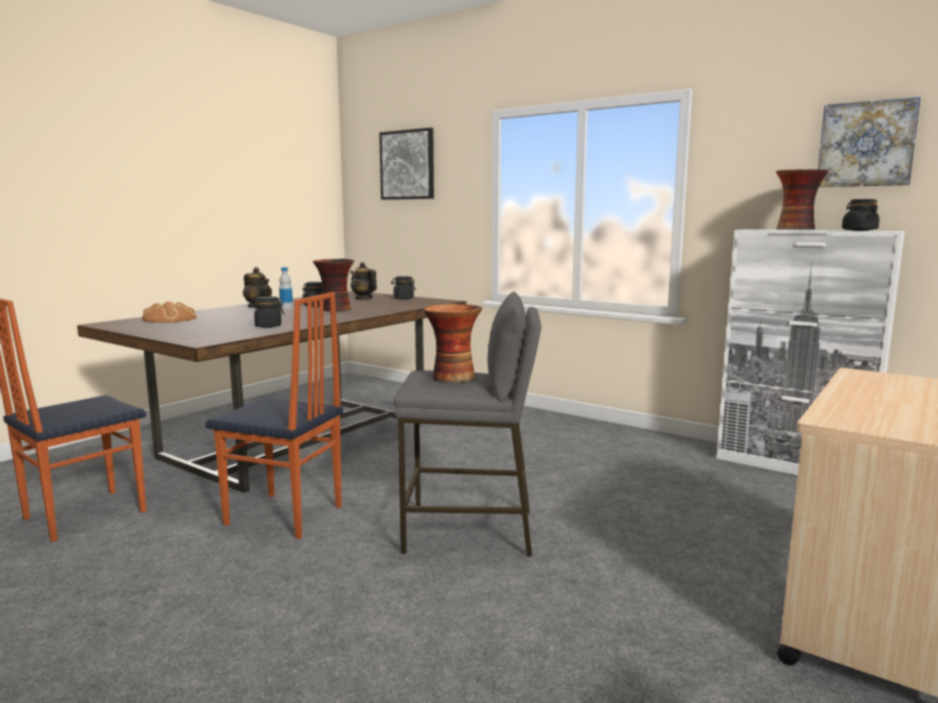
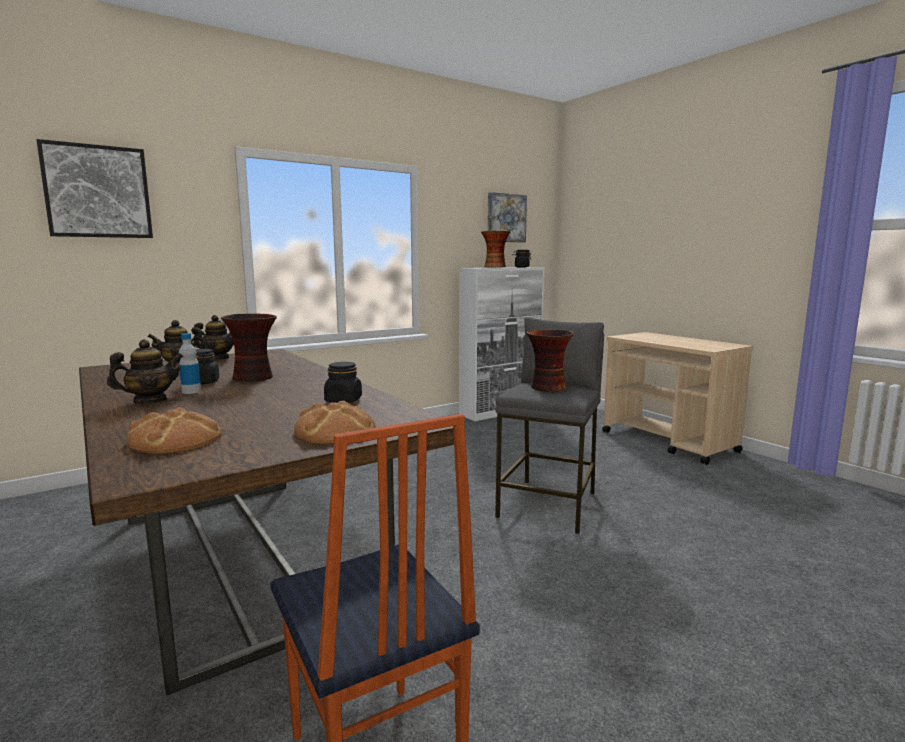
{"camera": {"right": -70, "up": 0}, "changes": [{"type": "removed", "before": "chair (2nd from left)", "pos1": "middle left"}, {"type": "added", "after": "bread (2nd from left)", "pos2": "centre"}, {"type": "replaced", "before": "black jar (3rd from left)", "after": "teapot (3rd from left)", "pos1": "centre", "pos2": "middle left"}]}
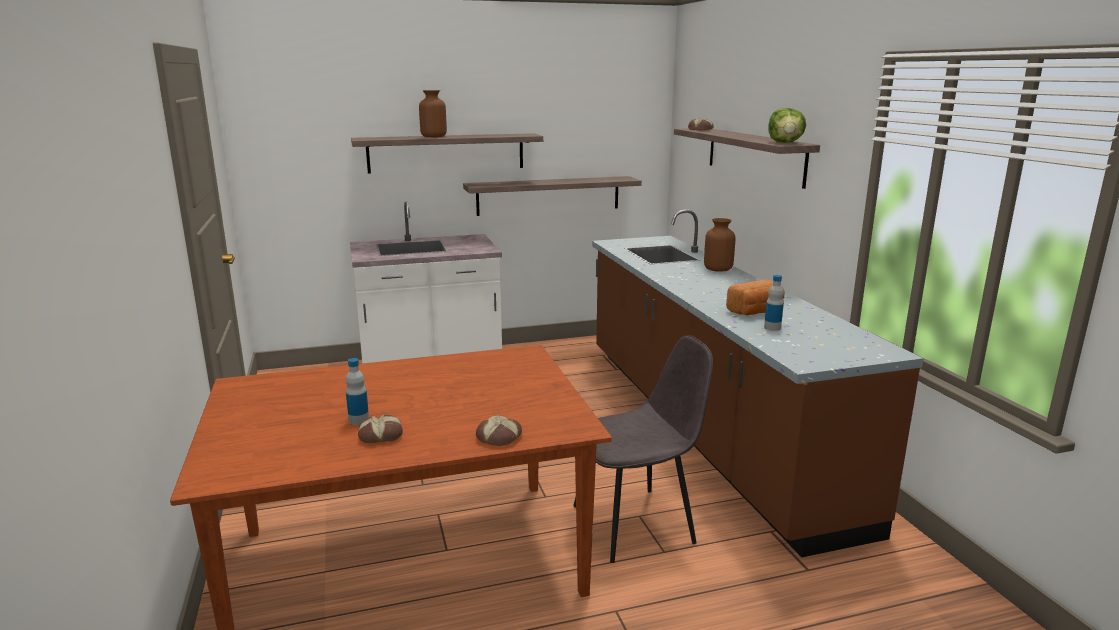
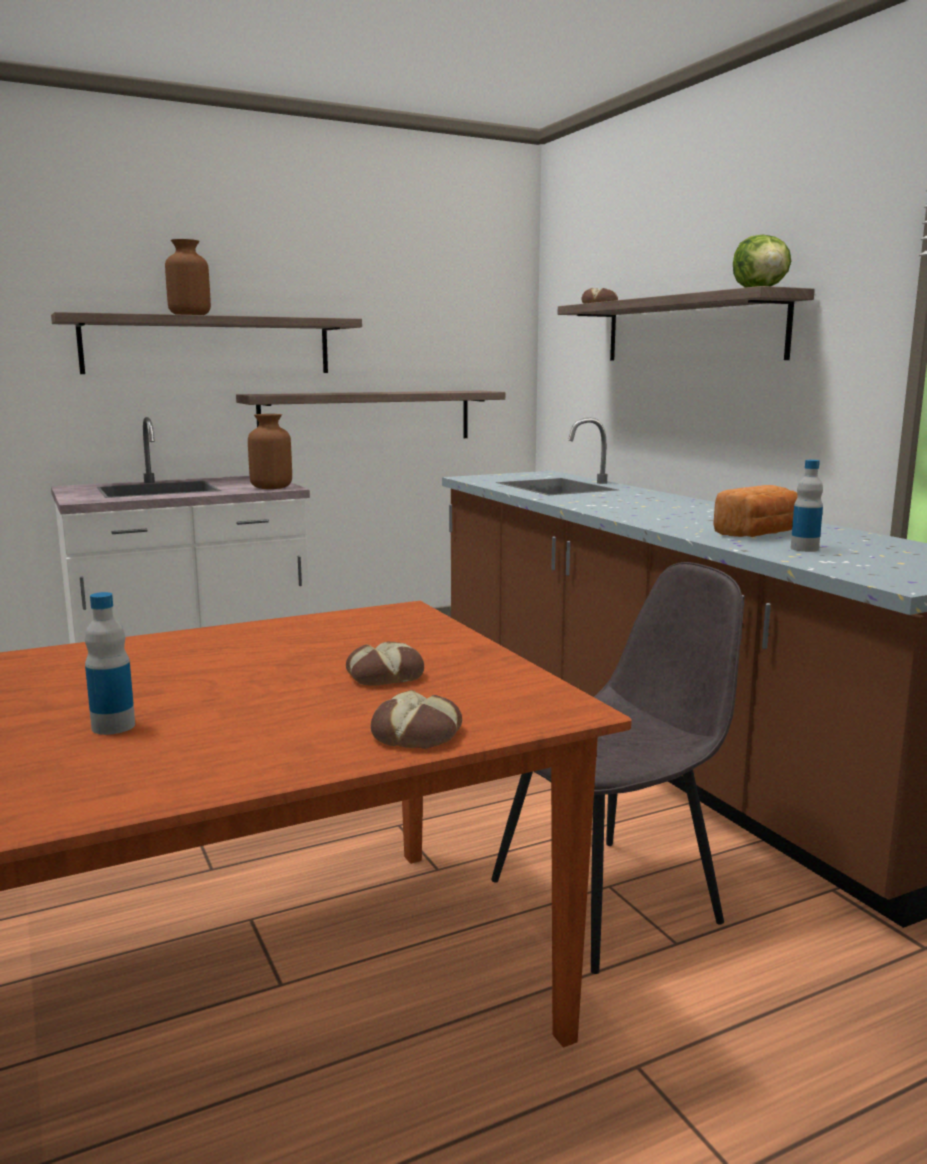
{"camera": {"right": -10, "up": -5}, "changes": [{"type": "moved", "before": "bread (1st from left)", "pos1": "bottom centre", "pos2": "centre"}, {"type": "moved", "before": "brown vase (2nd from left)", "pos1": "centre", "pos2": "middle left"}]}
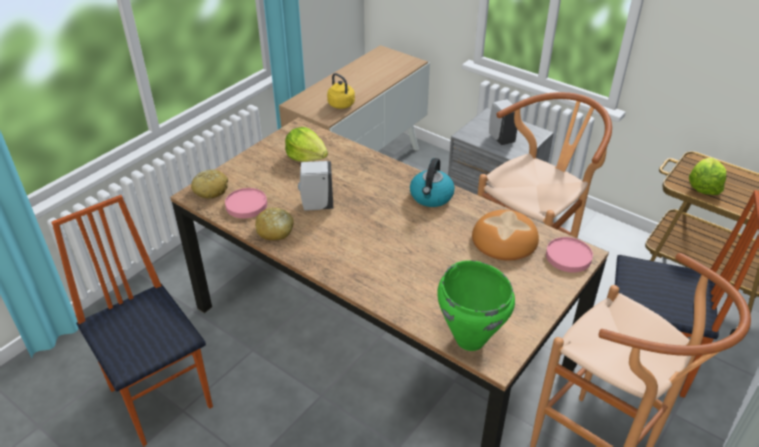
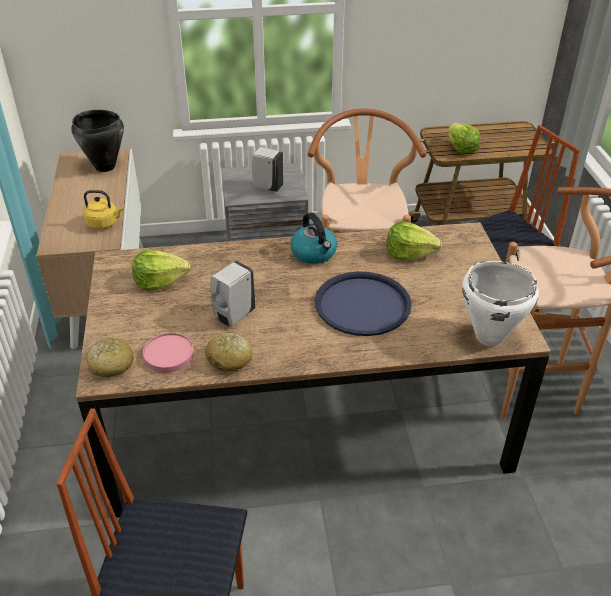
{"camera": {"right": -45, "up": 0}, "changes": [{"type": "removed", "before": "pink plate (2nd from left)", "pos1": "middle right"}, {"type": "added", "after": "black cooking pot", "pos2": "top left"}, {"type": "added", "after": "blue tray", "pos2": "centre"}, {"type": "replaced", "before": "bread (3rd from left)", "after": "lettuce (2nd from left)", "pos1": "centre", "pos2": "middle right"}, {"type": "recoloured", "before": "green cooking pot", "after": "white cooking pot", "pos1": "bottom centre", "pos2": "middle right"}]}
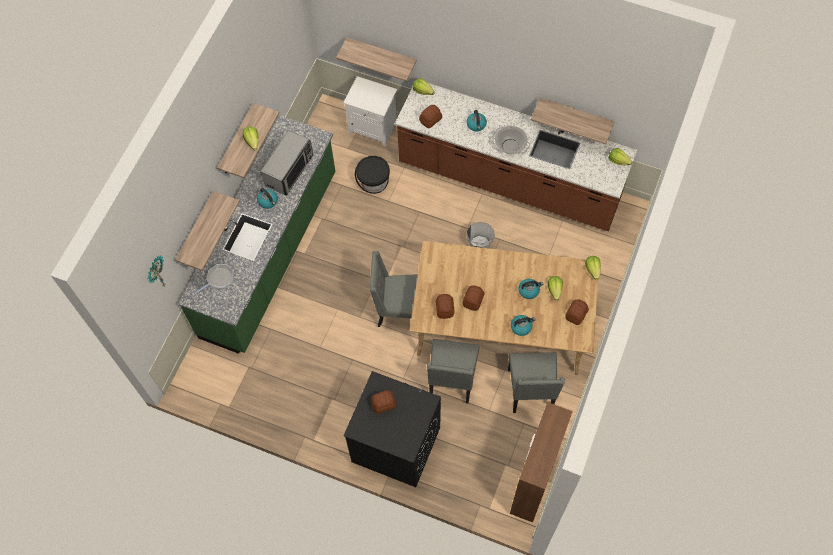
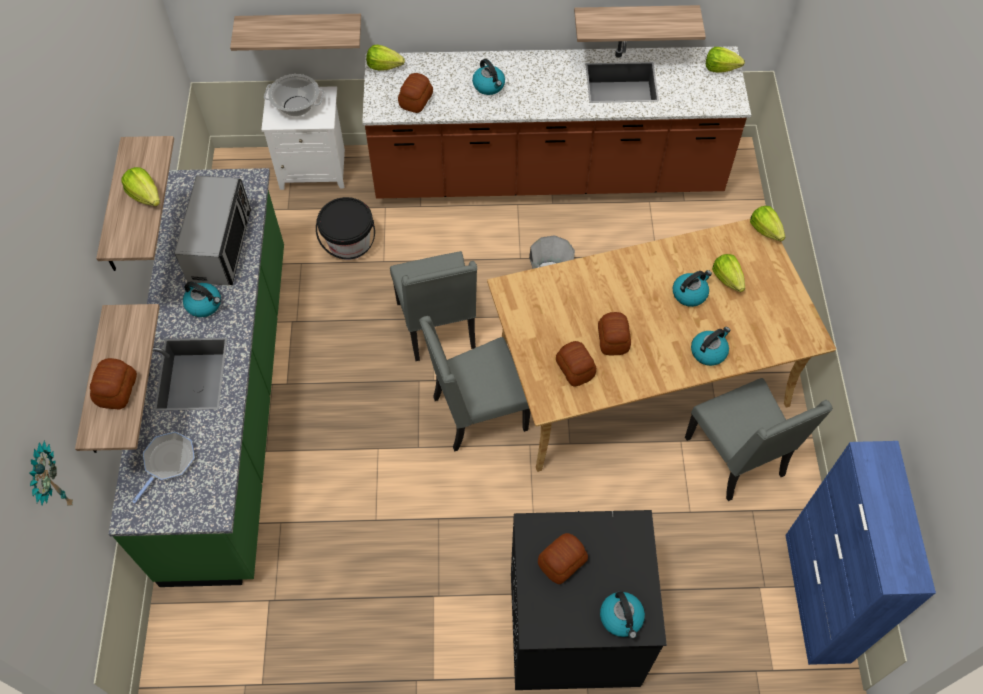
{"camera": {"right": -25, "up": -5}, "changes": [{"type": "added", "after": "kettle (3rd from left)", "pos2": "bottom centre"}, {"type": "moved", "before": "grey chair (2nd from left in the first image)", "after": "grey chair (1st from left)", "pos1": "bottom centre", "pos2": "centre"}, {"type": "moved", "before": "cooking pot", "pos1": "top centre", "pos2": "top left"}, {"type": "moved", "before": "bread (5th from left in the first image)", "after": "bread (1st from left)", "pos1": "middle right", "pos2": "middle left"}, {"type": "recoloured", "before": "brown cabinet", "after": "blue cabinet", "pos1": "bottom centre", "pos2": "bottom right"}]}
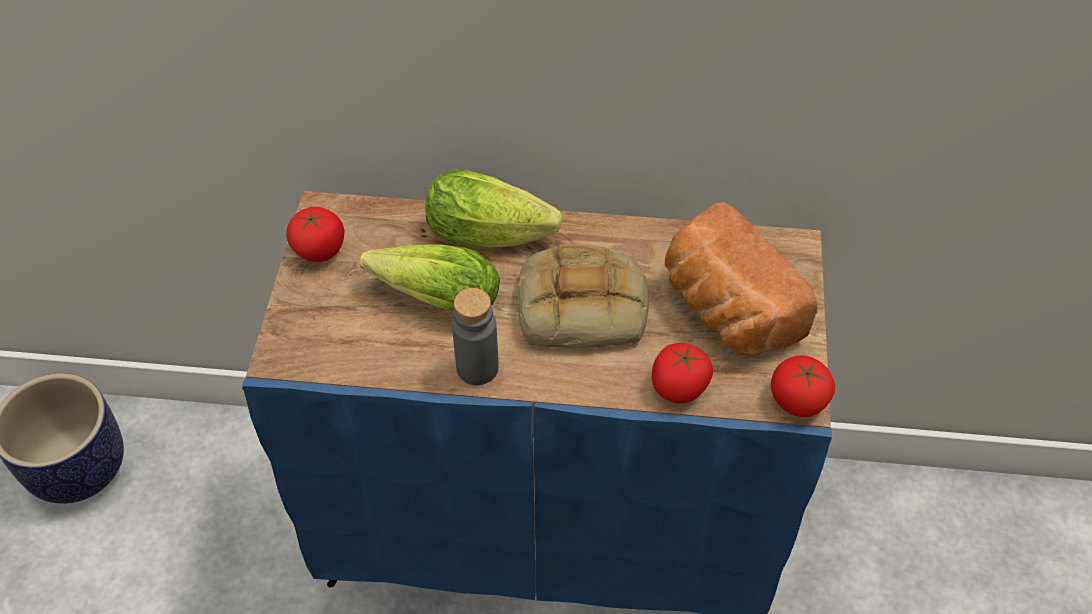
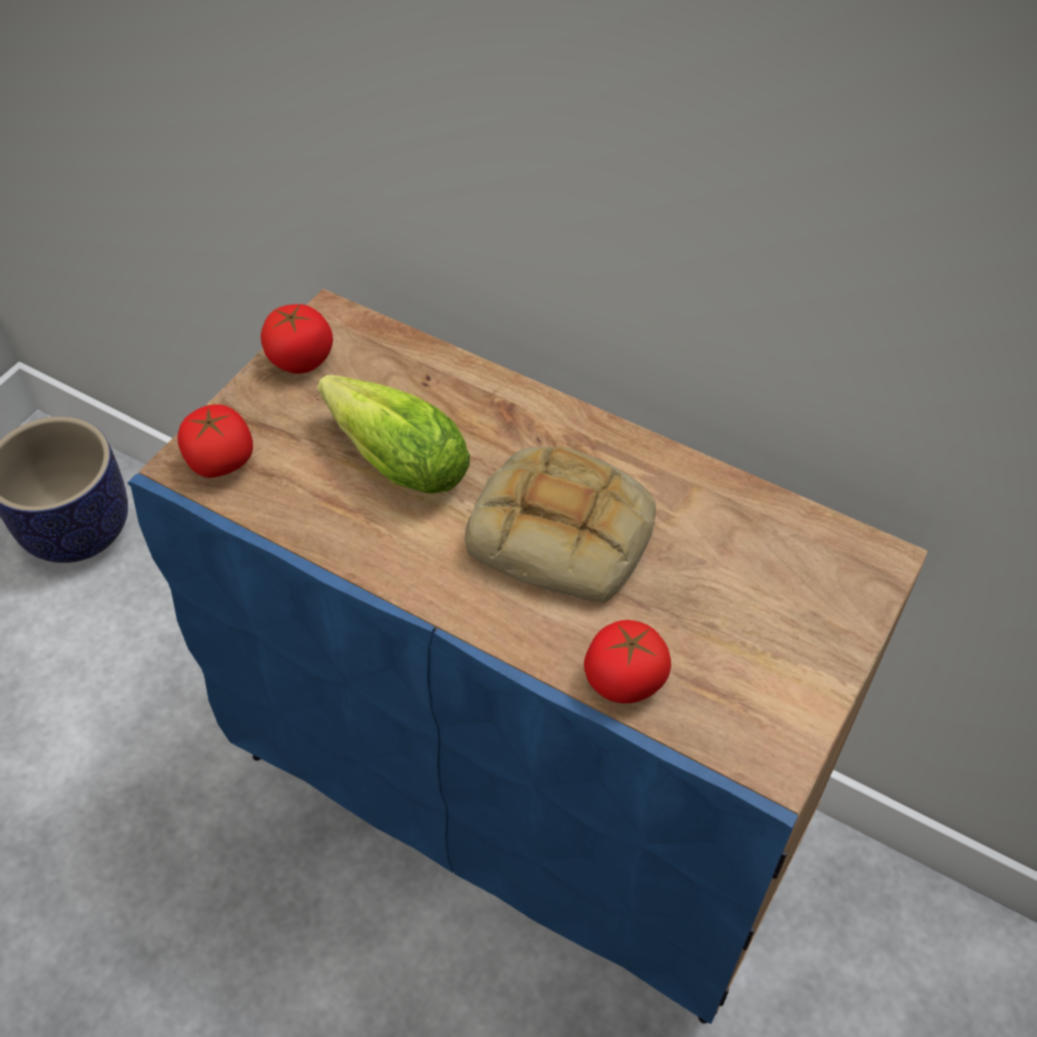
{"camera": {"right": 25, "up": 0}, "changes": [{"type": "removed", "before": "lettuce (2nd from left)", "pos1": "centre"}, {"type": "removed", "before": "grey bottle", "pos1": "centre"}, {"type": "removed", "before": "bread (2nd from left)", "pos1": "middle right"}, {"type": "moved", "before": "tomato (3rd from left in the first image)", "after": "tomato (1st from left)", "pos1": "middle right", "pos2": "middle left"}]}
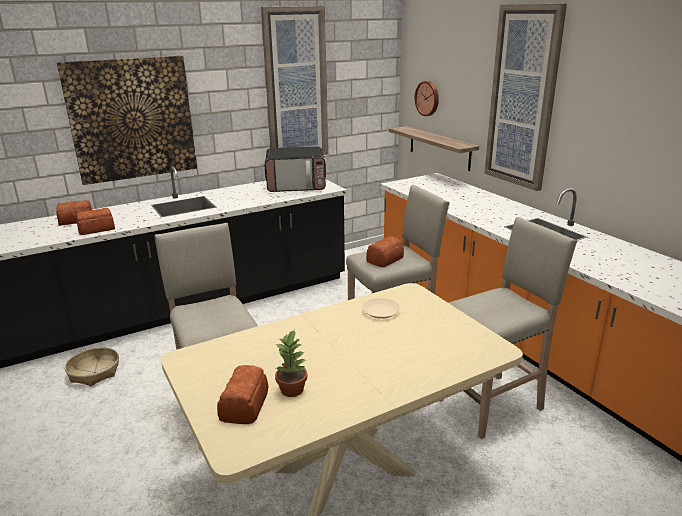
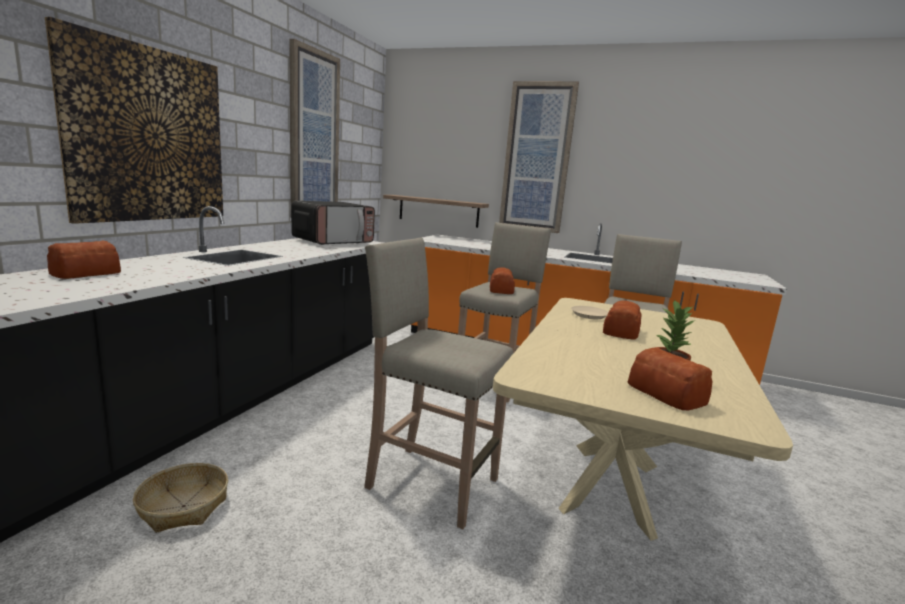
{"camera": {"right": -40, "up": -10}, "changes": [{"type": "removed", "before": "wall clock", "pos1": "top centre"}, {"type": "moved", "before": "bread (2nd from left in the first image)", "after": "bread (3rd from left)", "pos1": "middle left", "pos2": "middle right"}]}
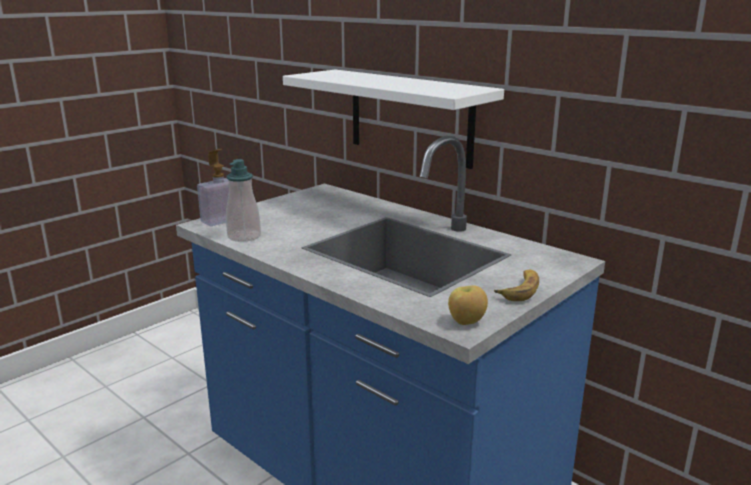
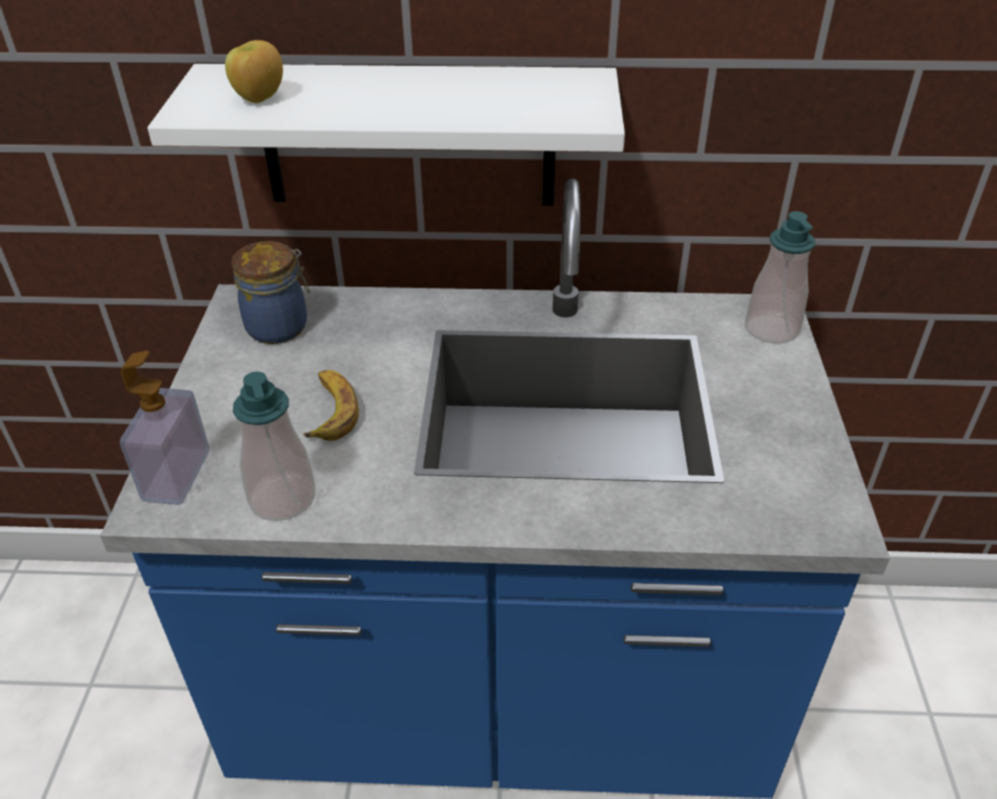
{"camera": {"right": -40, "up": 20}, "changes": [{"type": "added", "after": "jar", "pos2": "middle left"}, {"type": "added", "after": "soap dispenser (3rd from left)", "pos2": "middle right"}, {"type": "moved", "before": "apple", "pos1": "centre", "pos2": "top left"}, {"type": "moved", "before": "banana", "pos1": "middle right", "pos2": "middle left"}]}
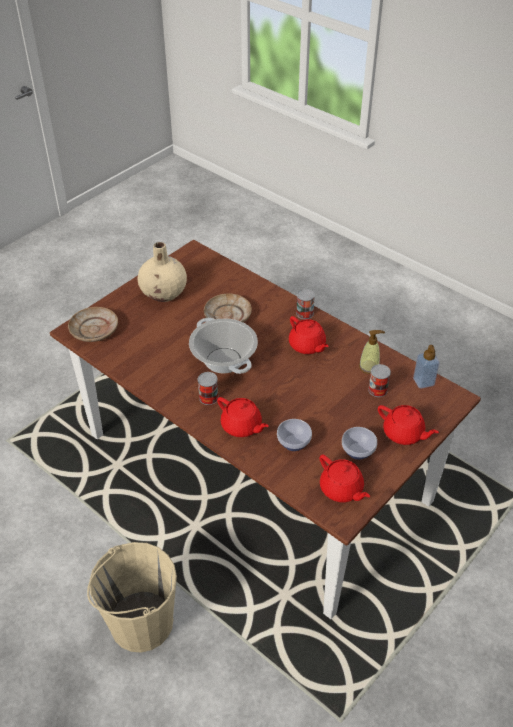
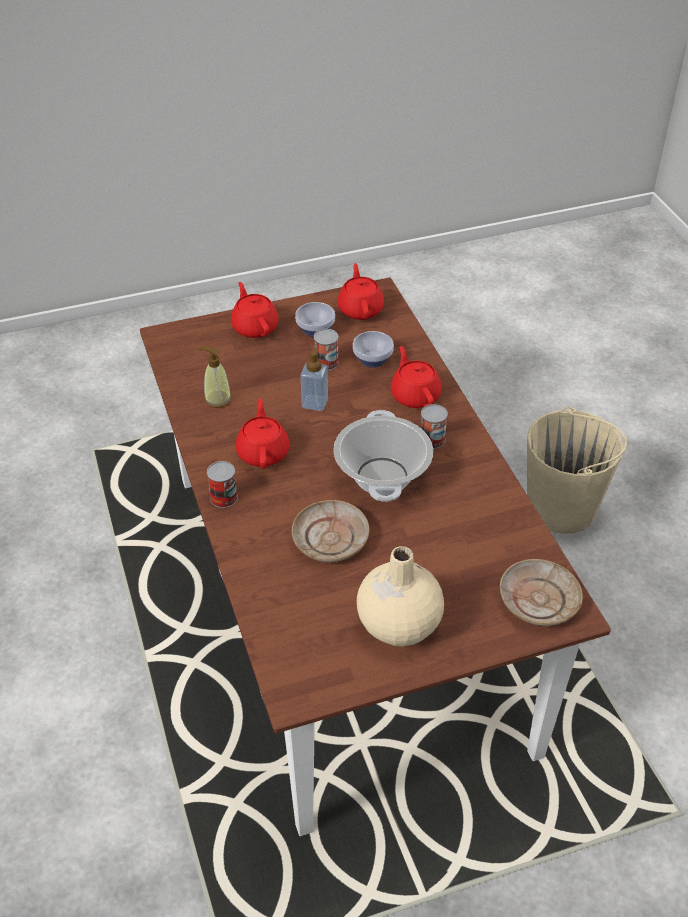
{"camera": {"right": -150, "up": 0}, "changes": [{"type": "moved", "before": "can (3rd from left in the first image)", "after": "can (2nd from left)", "pos1": "middle right", "pos2": "centre"}, {"type": "moved", "before": "soap dispenser (2nd from left)", "pos1": "middle right", "pos2": "centre"}]}
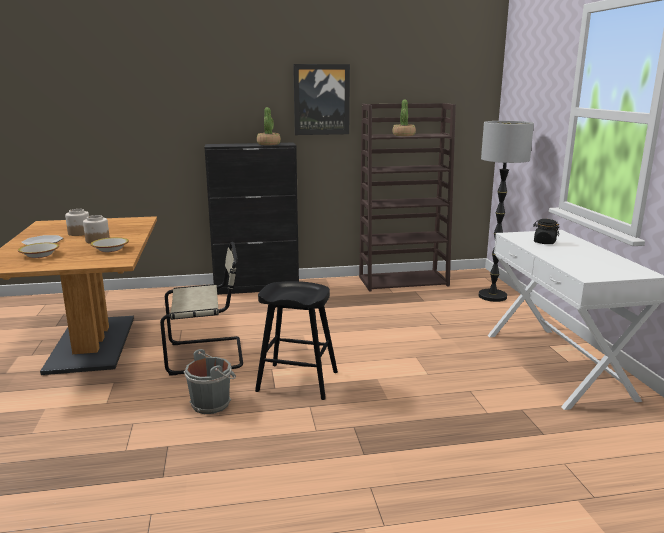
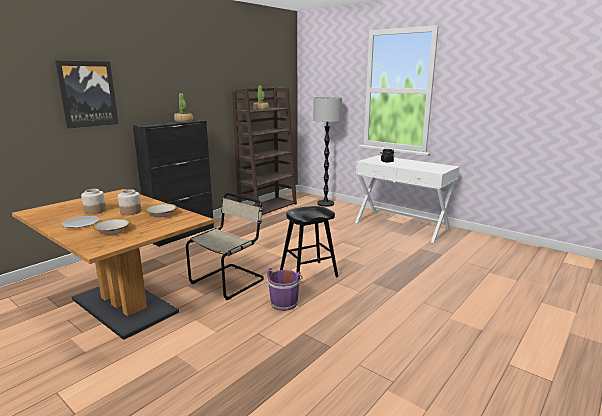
{"camera": {"right": -40, "up": 0}, "changes": [{"type": "moved", "before": "picture", "pos1": "top centre", "pos2": "top left"}, {"type": "recoloured", "before": "grey bucket", "after": "purple bucket", "pos1": "bottom left", "pos2": "bottom centre"}]}
